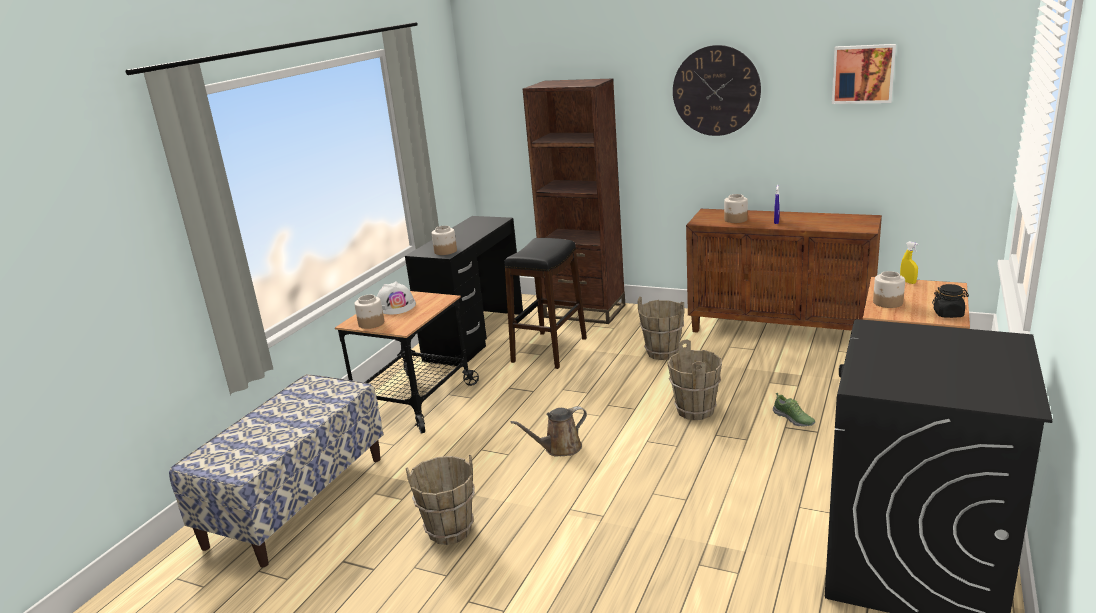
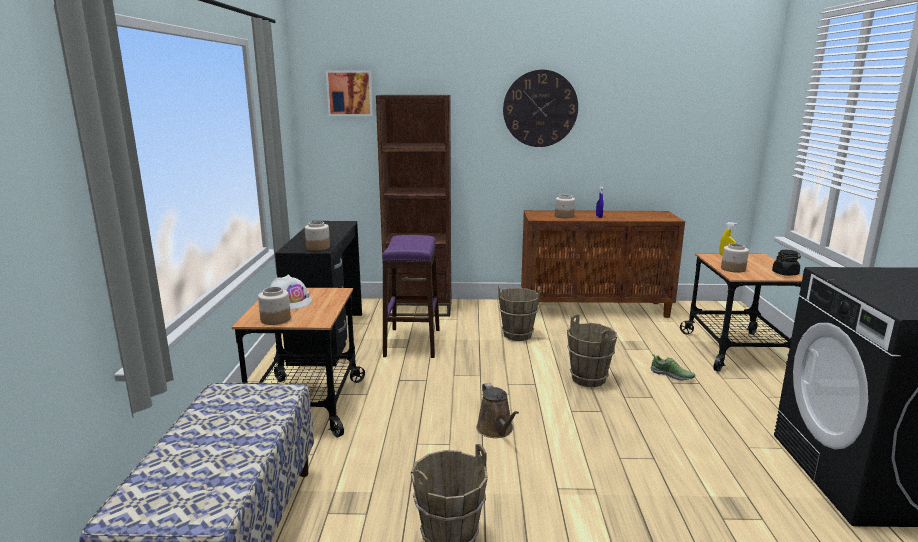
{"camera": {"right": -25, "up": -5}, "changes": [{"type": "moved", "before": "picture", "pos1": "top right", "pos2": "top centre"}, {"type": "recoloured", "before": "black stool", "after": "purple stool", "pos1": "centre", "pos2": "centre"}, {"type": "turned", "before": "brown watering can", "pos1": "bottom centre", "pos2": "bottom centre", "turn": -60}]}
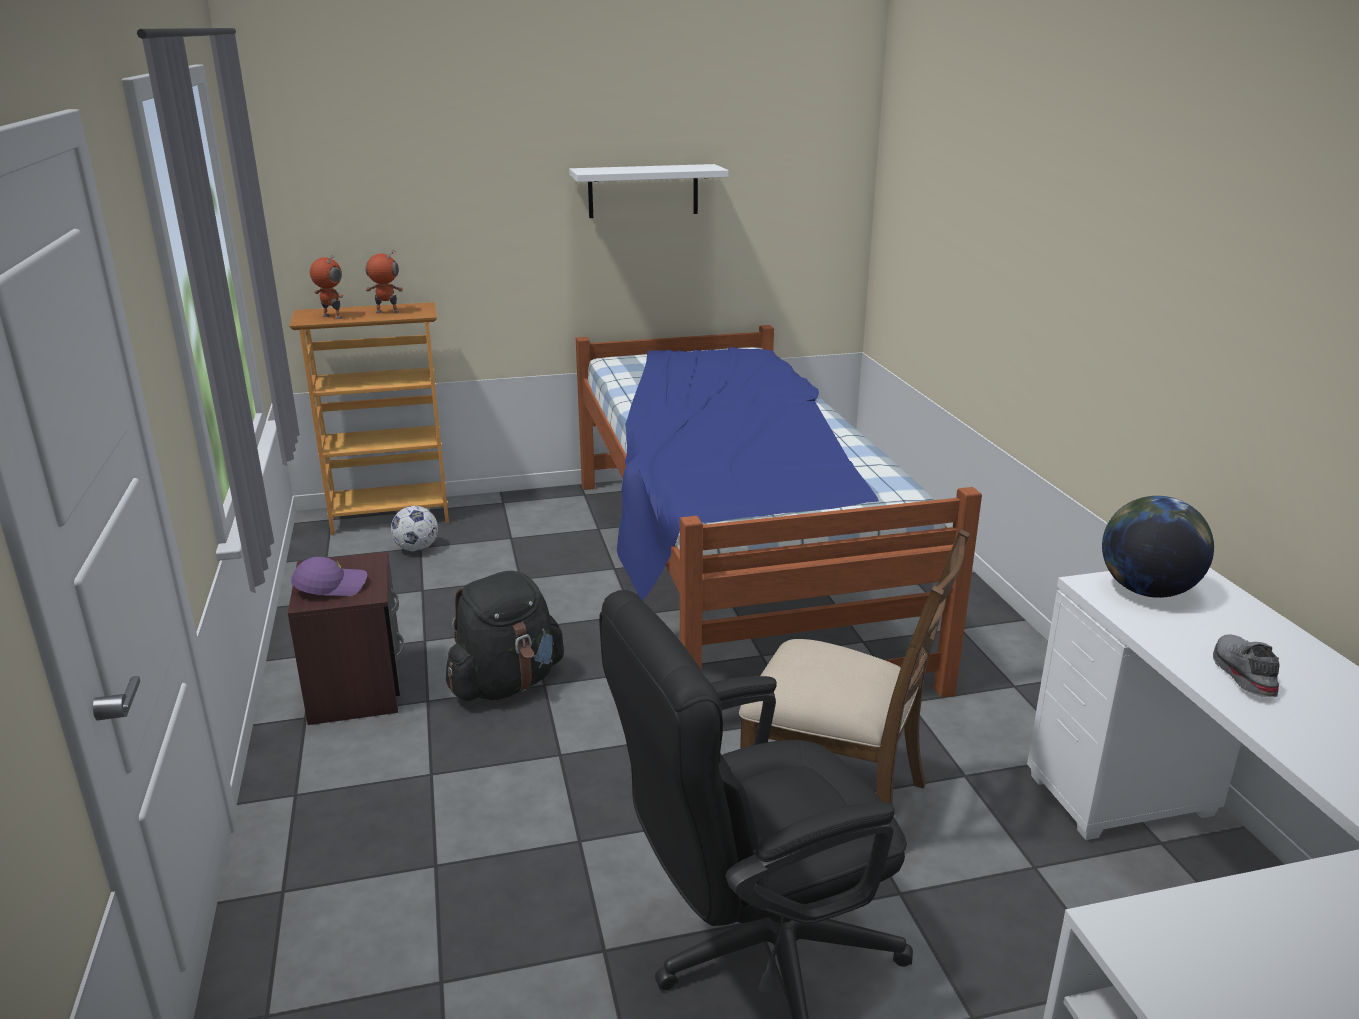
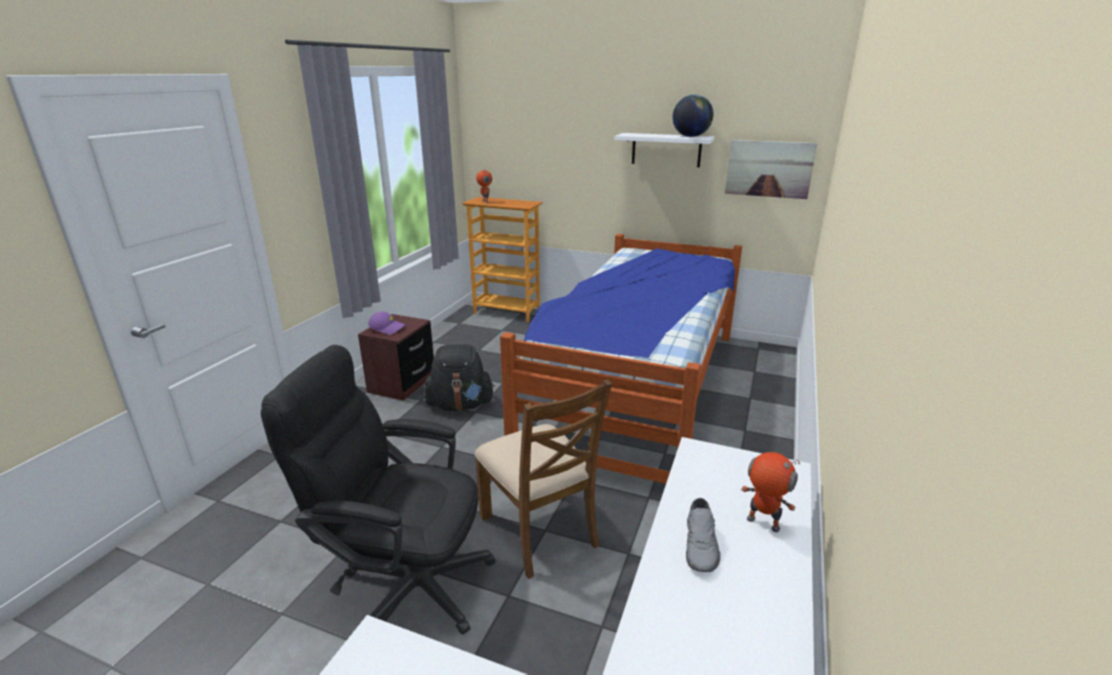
{"camera": {"right": 35, "up": 0}, "changes": [{"type": "removed", "before": "football", "pos1": "middle left"}, {"type": "added", "after": "picture", "pos2": "top right"}, {"type": "moved", "before": "toy robot (2nd from left)", "pos1": "top left", "pos2": "bottom right"}, {"type": "moved", "before": "globe", "pos1": "middle right", "pos2": "top centre"}, {"type": "turned", "before": "grey shoe", "pos1": "middle right", "pos2": "bottom centre", "turn": 150}]}
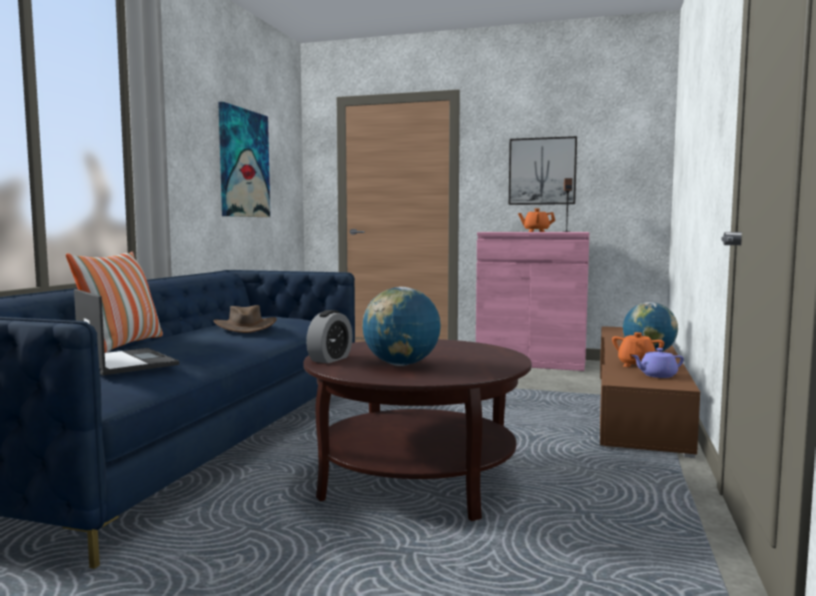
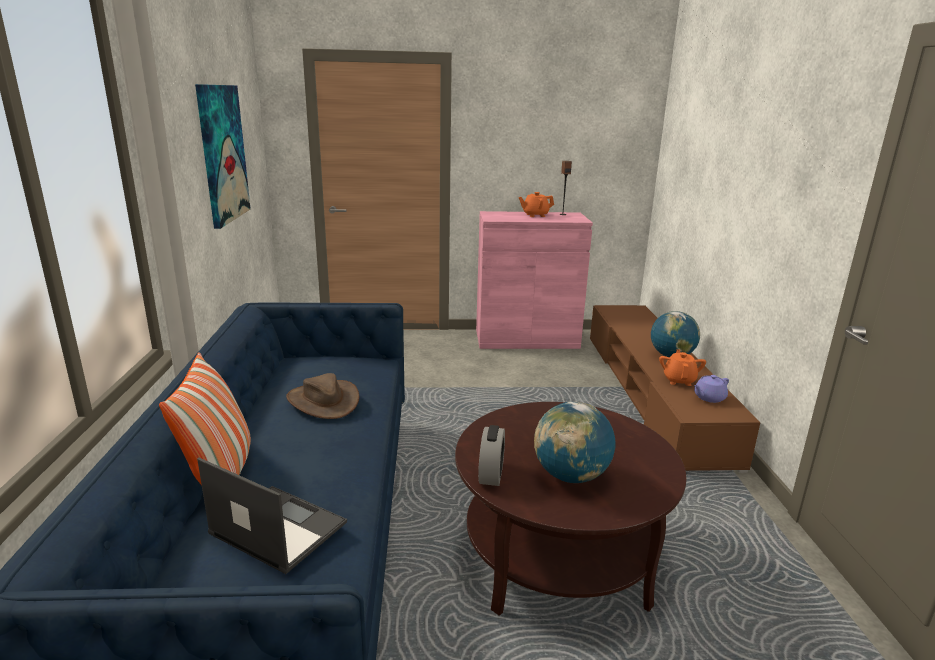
{"camera": {"right": -20, "up": 15}, "changes": [{"type": "removed", "before": "picture (2nd from left)", "pos1": "top centre"}]}
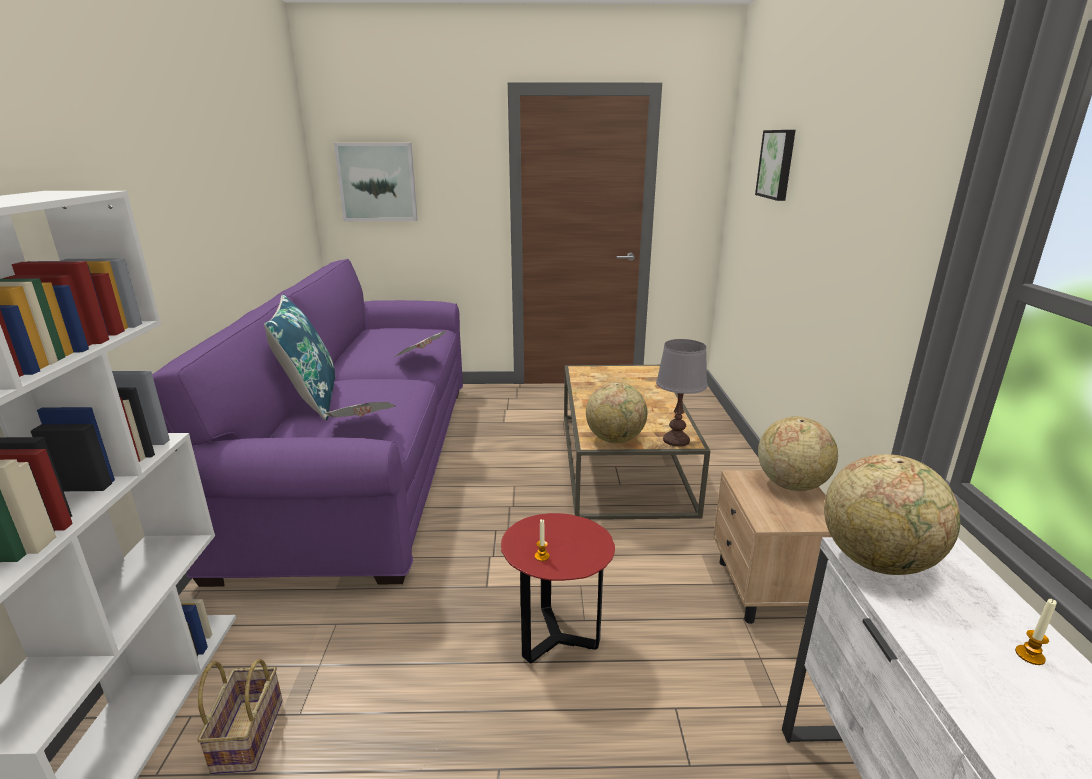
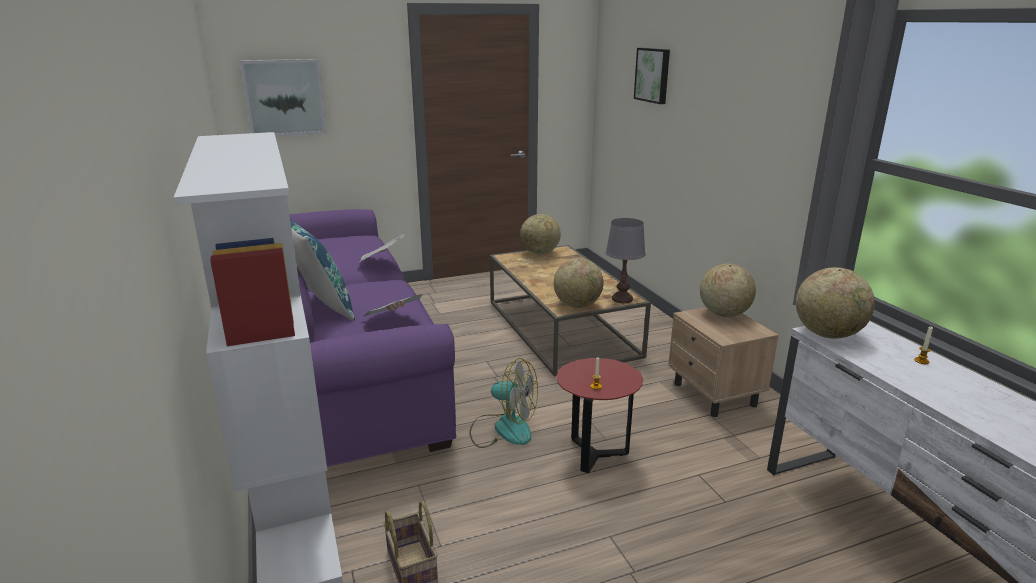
{"camera": {"right": -20, "up": 0}, "changes": [{"type": "added", "after": "fan", "pos2": "bottom centre"}, {"type": "added", "after": "globe (1st from left)", "pos2": "centre"}]}
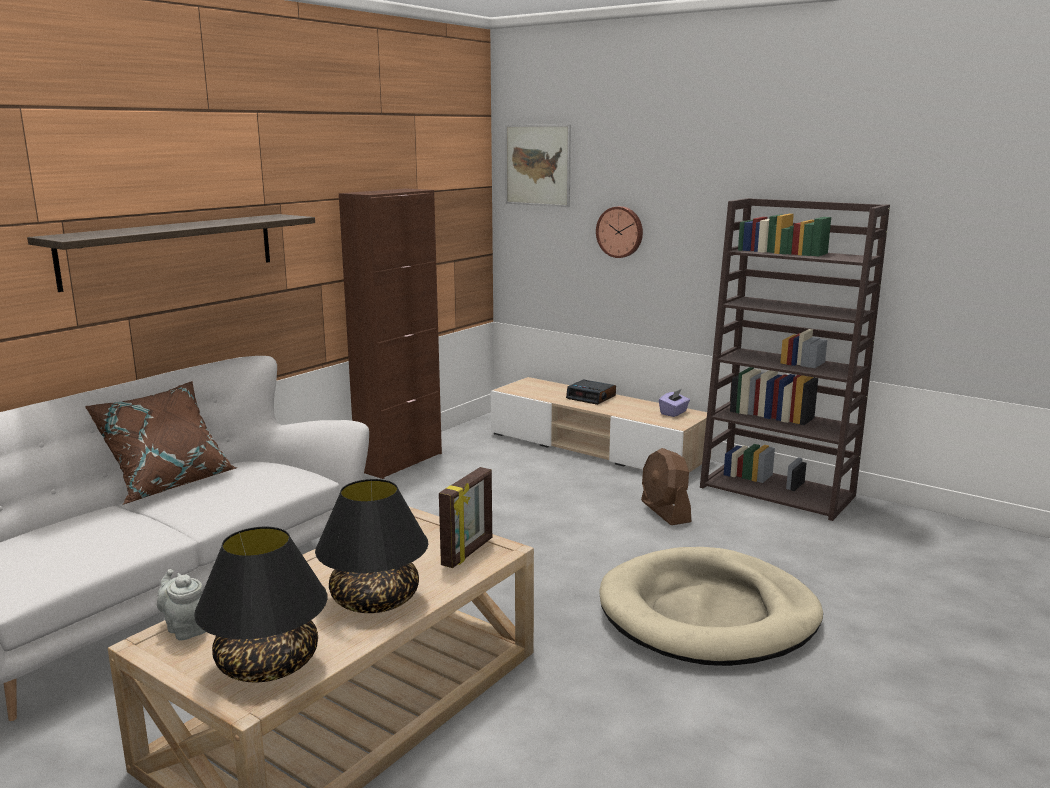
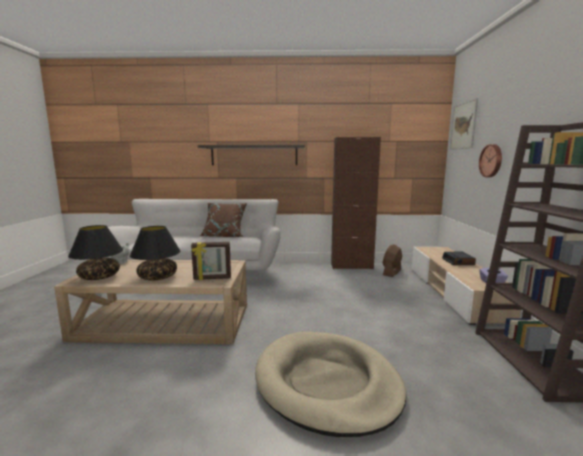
{"camera": {"right": 55, "up": -5}, "changes": [{"type": "moved", "before": "brown fan", "pos1": "centre", "pos2": "middle right"}]}
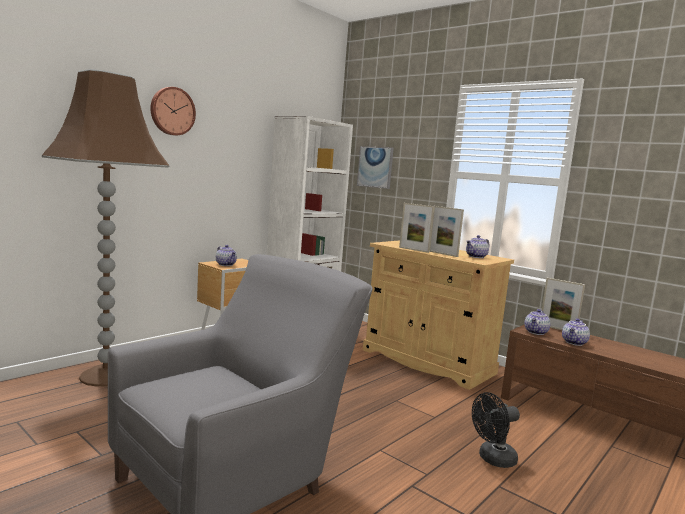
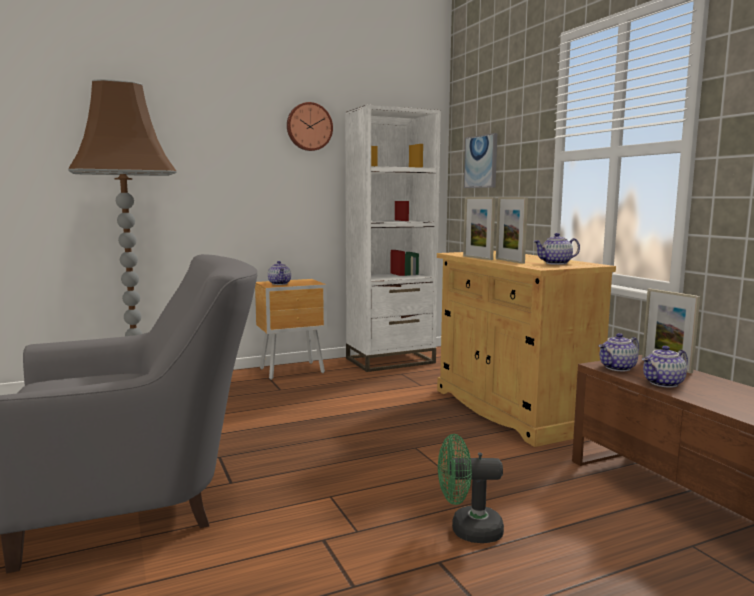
{"camera": {"right": 25, "up": 0}, "changes": [{"type": "moved", "before": "wall clock", "pos1": "top left", "pos2": "top centre"}, {"type": "recoloured", "before": "black fan", "after": "green fan", "pos1": "bottom right", "pos2": "bottom centre"}]}
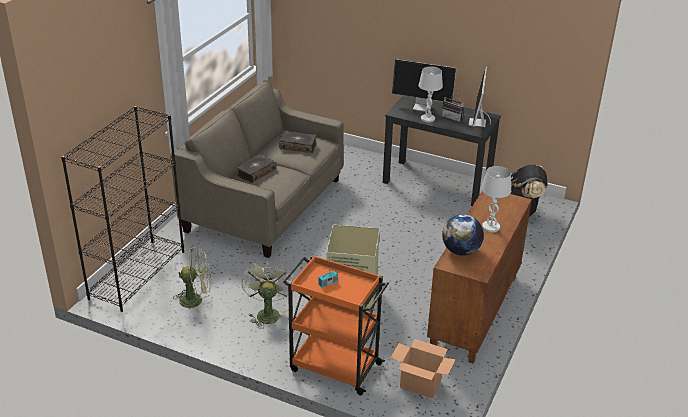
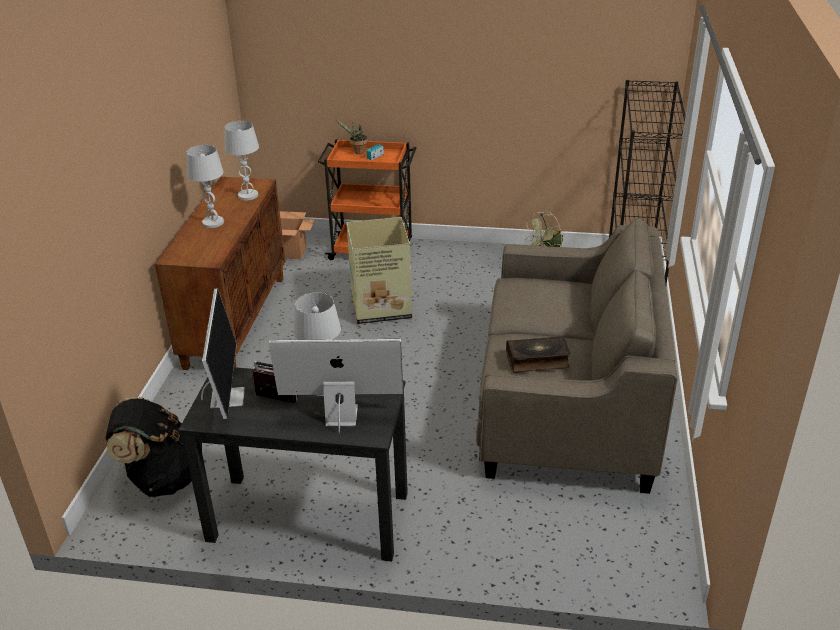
{"camera": {"right": 165, "up": 0}, "changes": [{"type": "removed", "before": "book (1st from left)", "pos1": "centre"}, {"type": "removed", "before": "green fan (2nd from left)", "pos1": "bottom centre"}, {"type": "added", "after": "potted plant", "pos2": "top centre"}, {"type": "replaced", "before": "globe", "after": "white table lamp (2nd from left)", "pos1": "middle right", "pos2": "top left"}]}
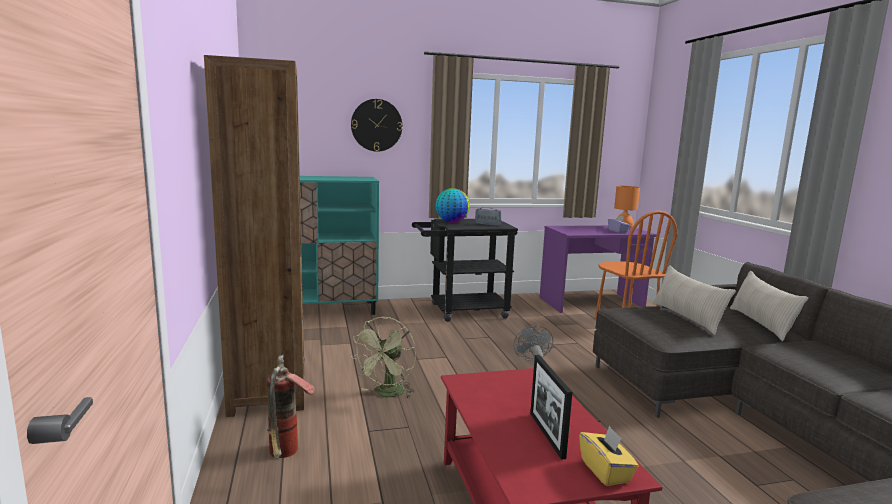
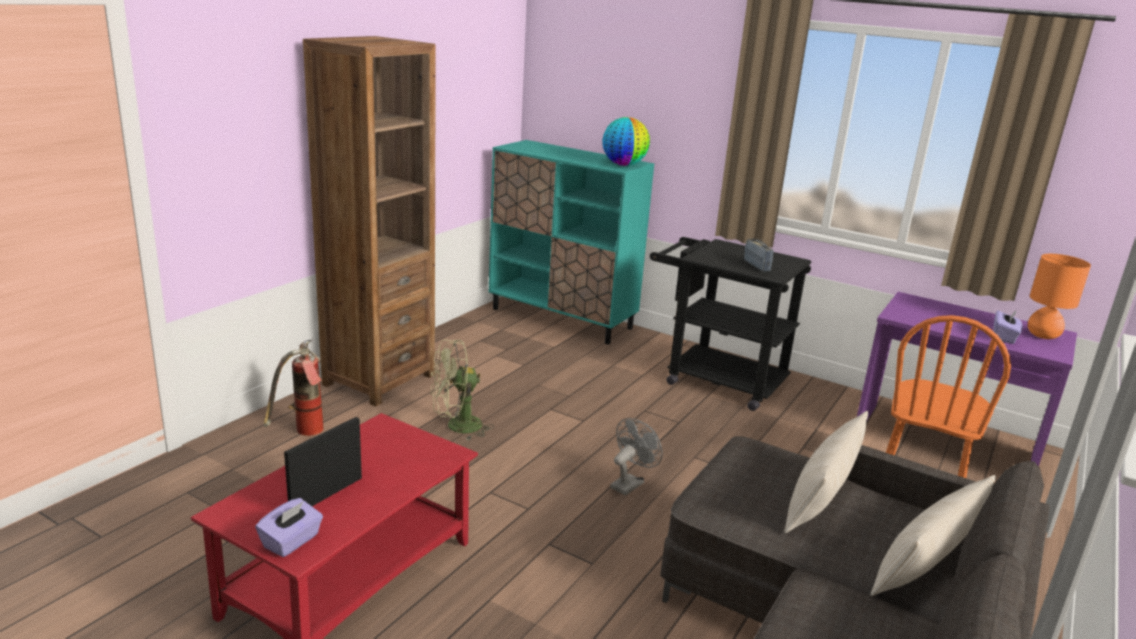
{"camera": {"right": 45, "up": 10}, "changes": [{"type": "removed", "before": "wall clock", "pos1": "top centre"}, {"type": "moved", "before": "globe", "pos1": "centre", "pos2": "top centre"}, {"type": "recoloured", "before": "yellow tissue box", "after": "purple tissue box (1st from left)", "pos1": "bottom right", "pos2": "bottom left"}]}
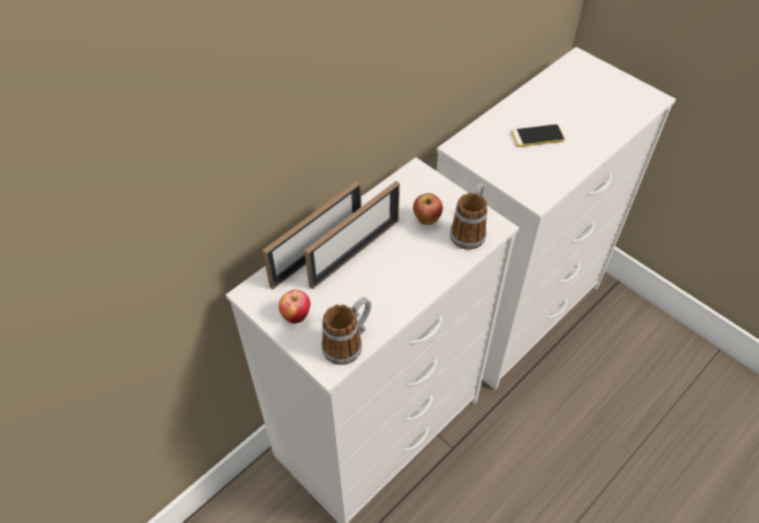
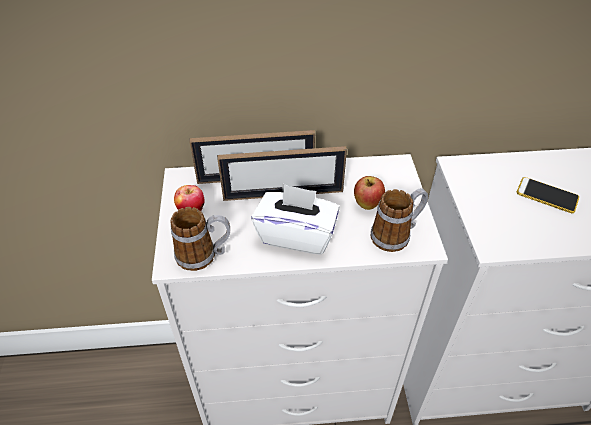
{"camera": {"right": 40, "up": -5}, "changes": [{"type": "added", "after": "white tissue box", "pos2": "centre"}]}
